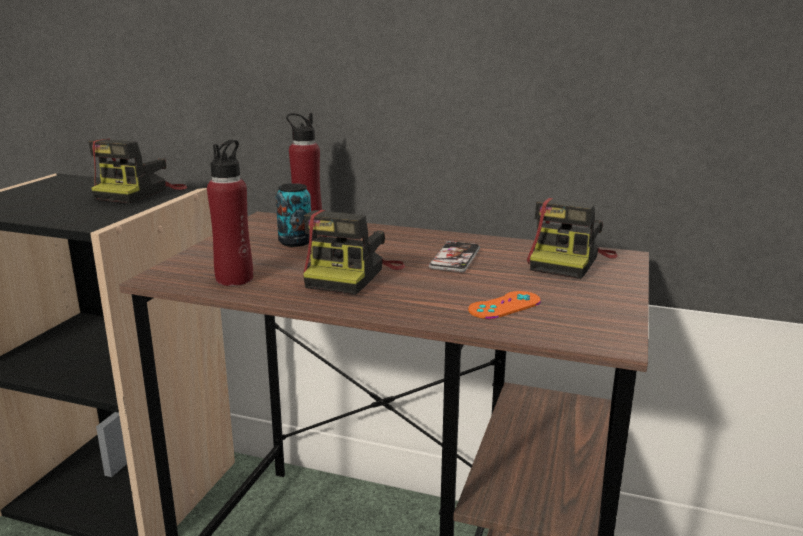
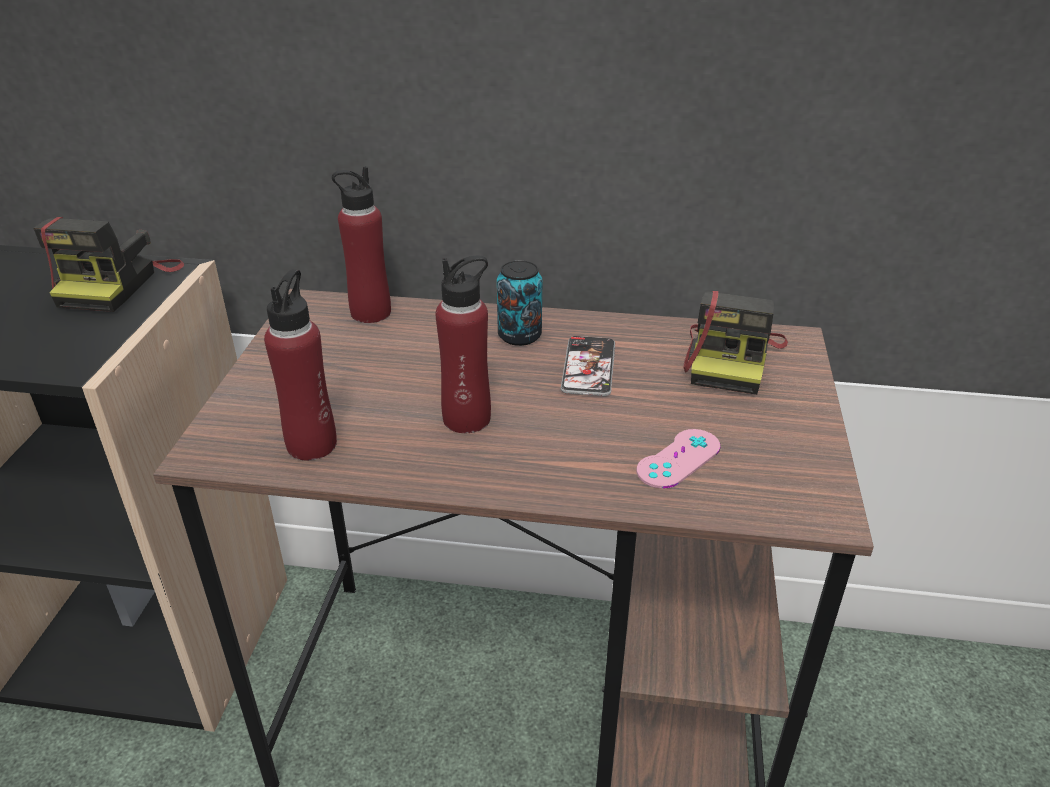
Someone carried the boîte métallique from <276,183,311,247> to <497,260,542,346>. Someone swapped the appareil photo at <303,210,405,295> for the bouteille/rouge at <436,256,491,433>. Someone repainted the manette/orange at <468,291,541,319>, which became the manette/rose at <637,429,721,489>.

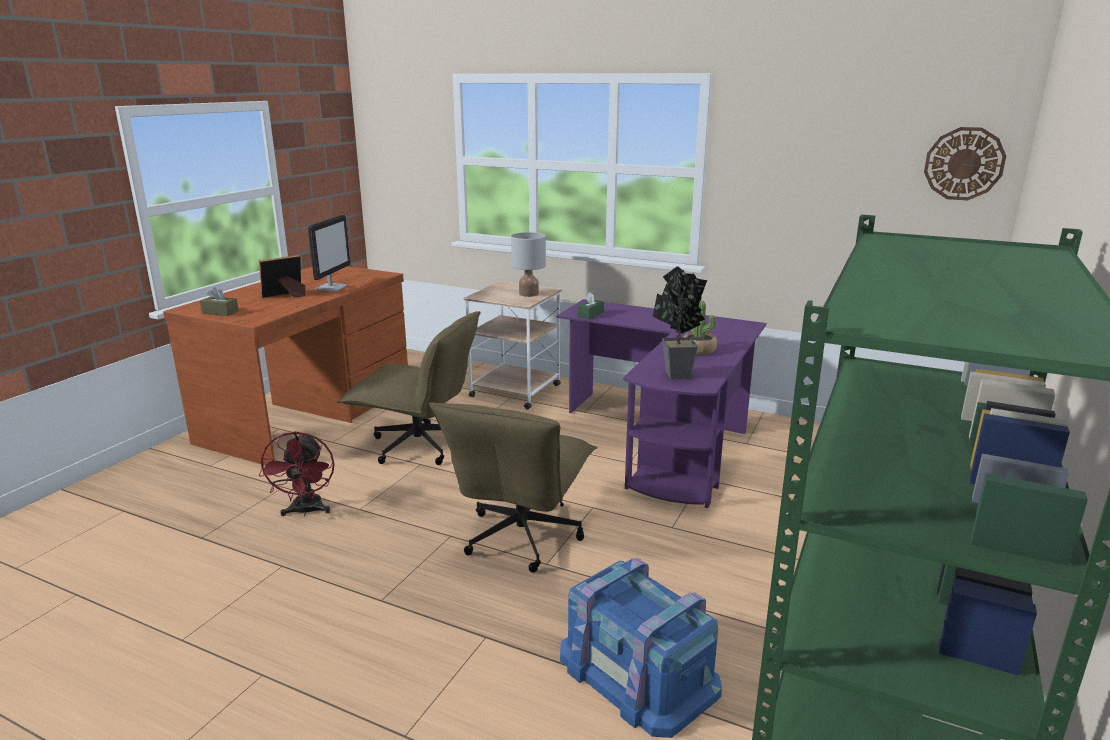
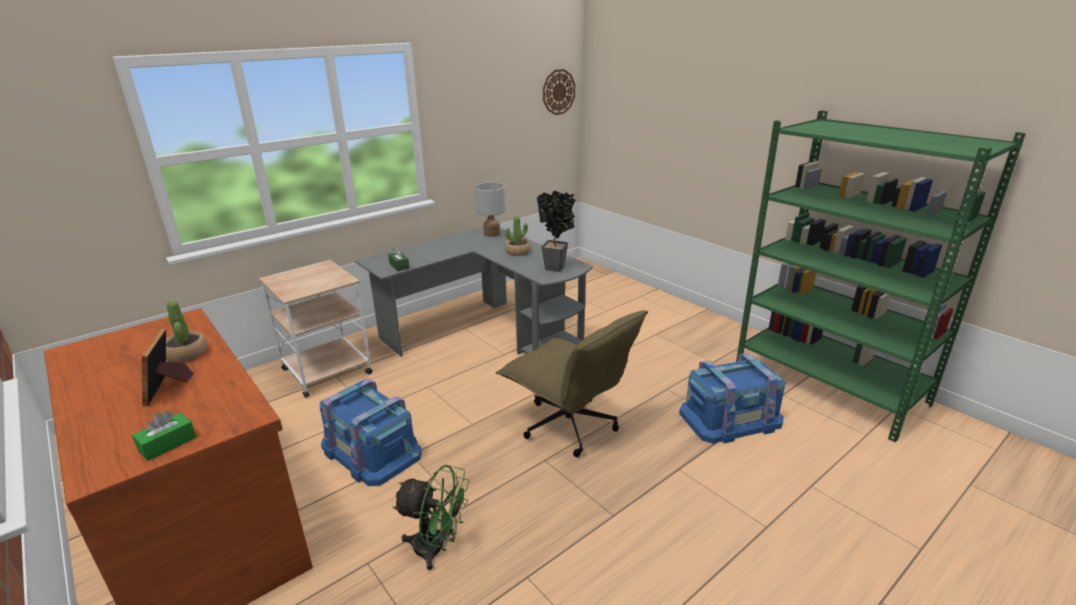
Someone swapped the écran d'ordinateur at <308,215,350,292> for the plante en pot at <166,300,208,362>. Someone carried the lampe de table/gris from <511,232,546,297> to <475,182,505,237>. Someone repainted the boîte à mouchoirs/marron at <200,287,239,316>, which became the boîte à mouchoirs/vert at <132,411,196,461>. Someone repainted the bureau/violet at <556,299,767,508>, which became the bureau/gris at <355,227,593,357>. Someone swapped the chaise de bureau/beige at <337,311,481,465> for the boîte de rangement/bleu at <320,379,422,486>. Someone repainted the ventilateur/rouge at <259,431,334,516>, which became the ventilateur/vert at <393,465,469,570>.

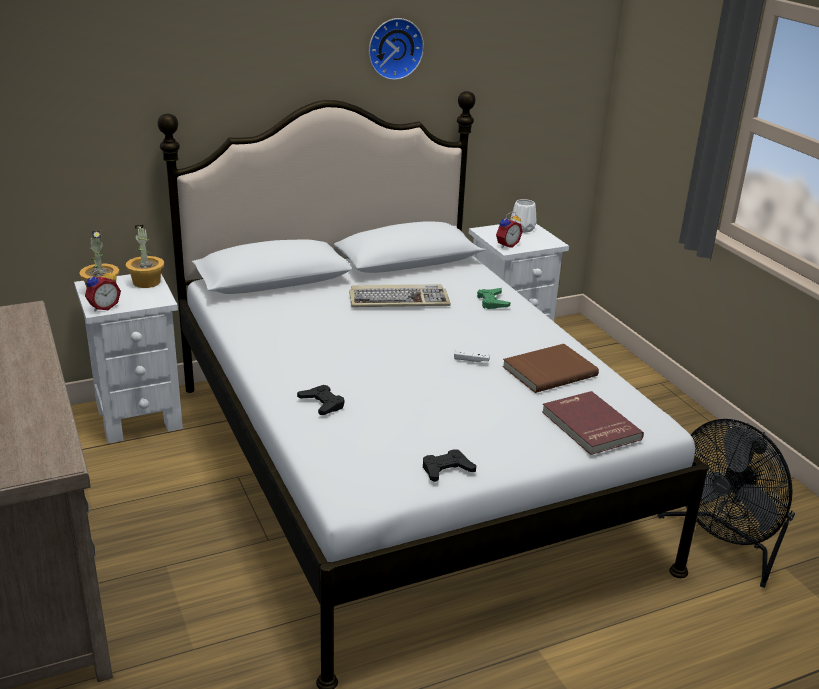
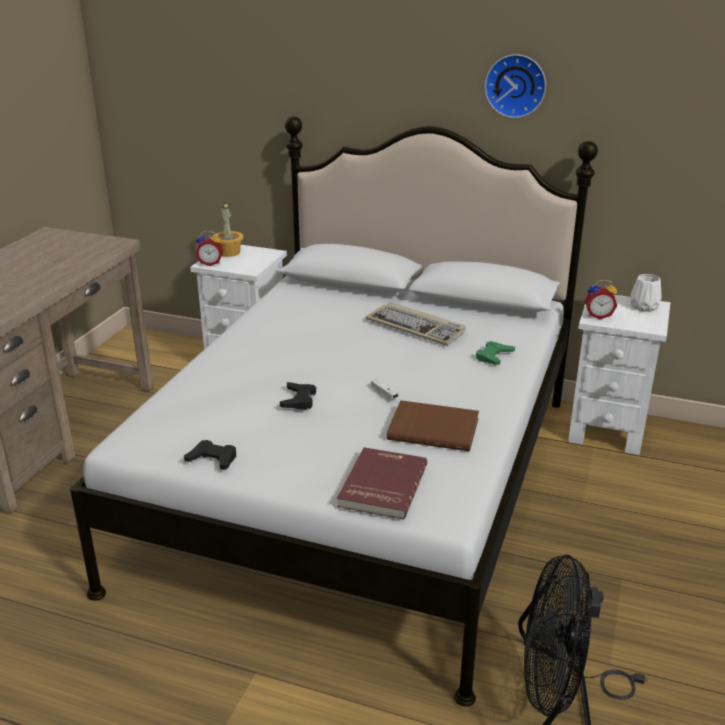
Someone took away the plante en pot at <126,225,164,288>. Someone carried the manette/noir from <297,385,344,415> to <280,382,316,410>.

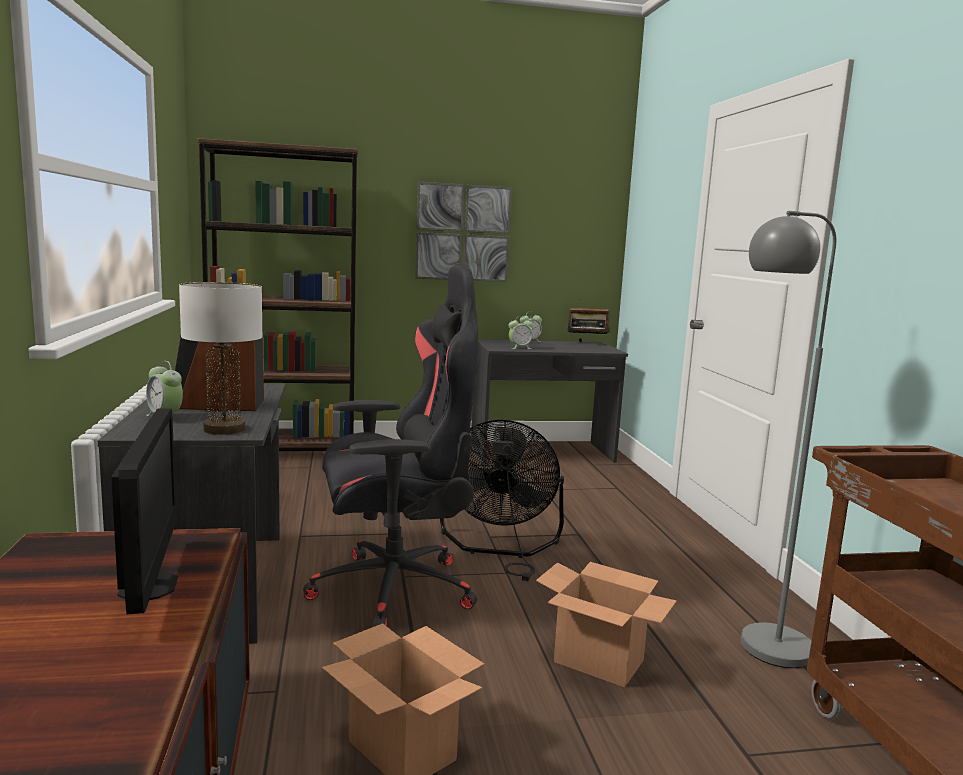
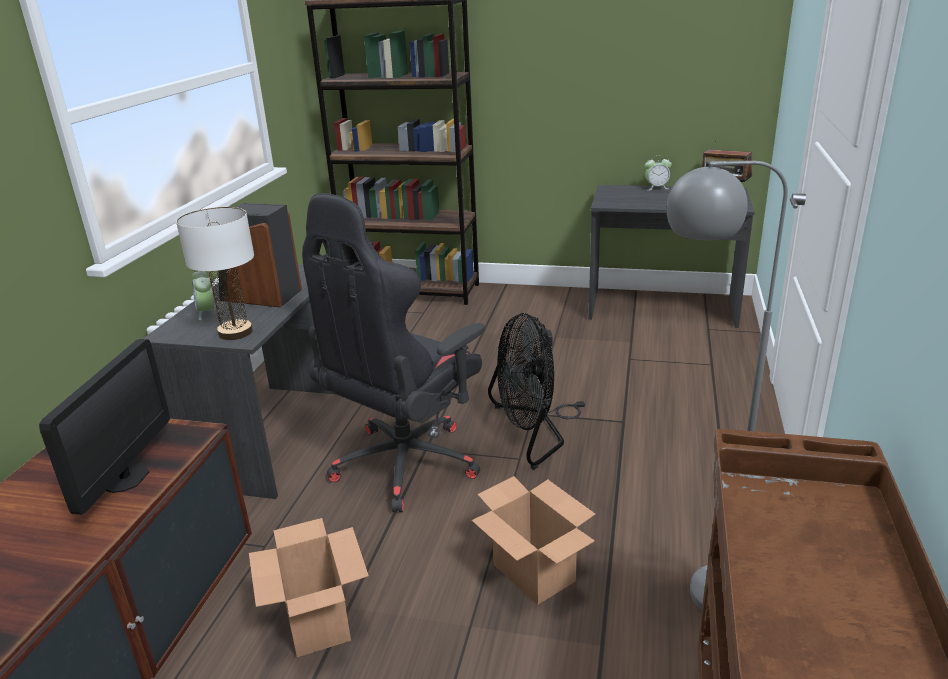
Someone took away the tableau at <415,182,512,282>. Someone rotated the chaise de bureau/noir at <303,263,478,627> by 120 degrees clockwise. Someone took away the réveil at <508,316,533,349>. Someone rotated the ventilateur/noir at <440,420,564,581> by 135 degrees counterclockwise.

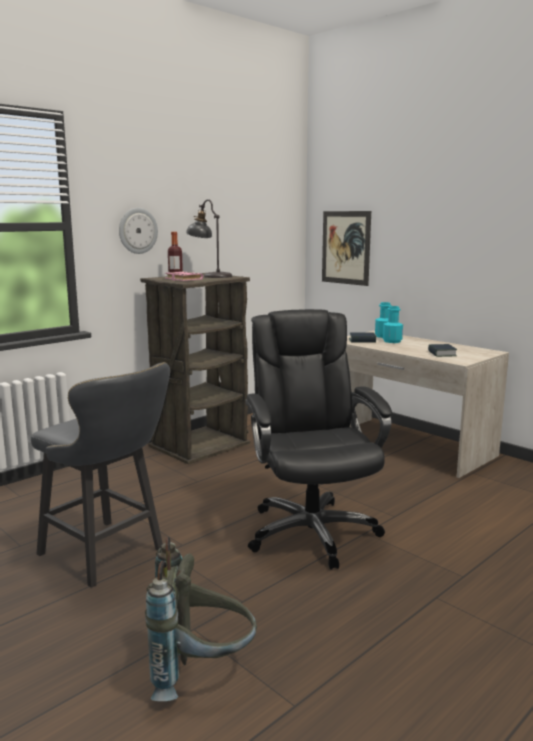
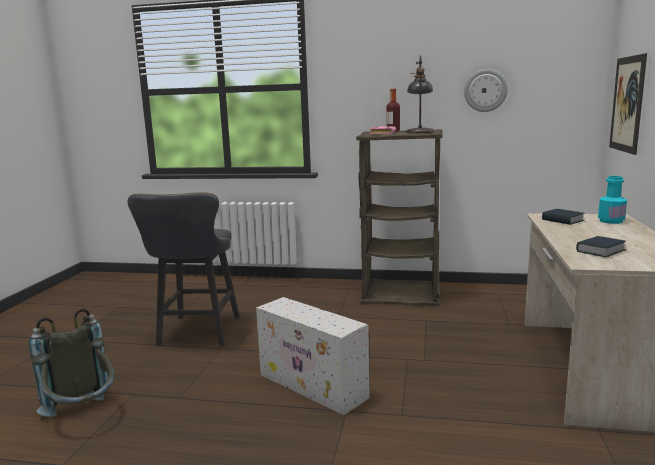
Someone carried the horloge murale from <119,208,158,254> to <464,69,508,112>. Someone took away the bouteille/turquoise at <383,306,403,343>. Someone swapped the chaise de bureau/noir at <245,309,392,570> for the boîte de rangement/blanc at <256,297,370,415>.

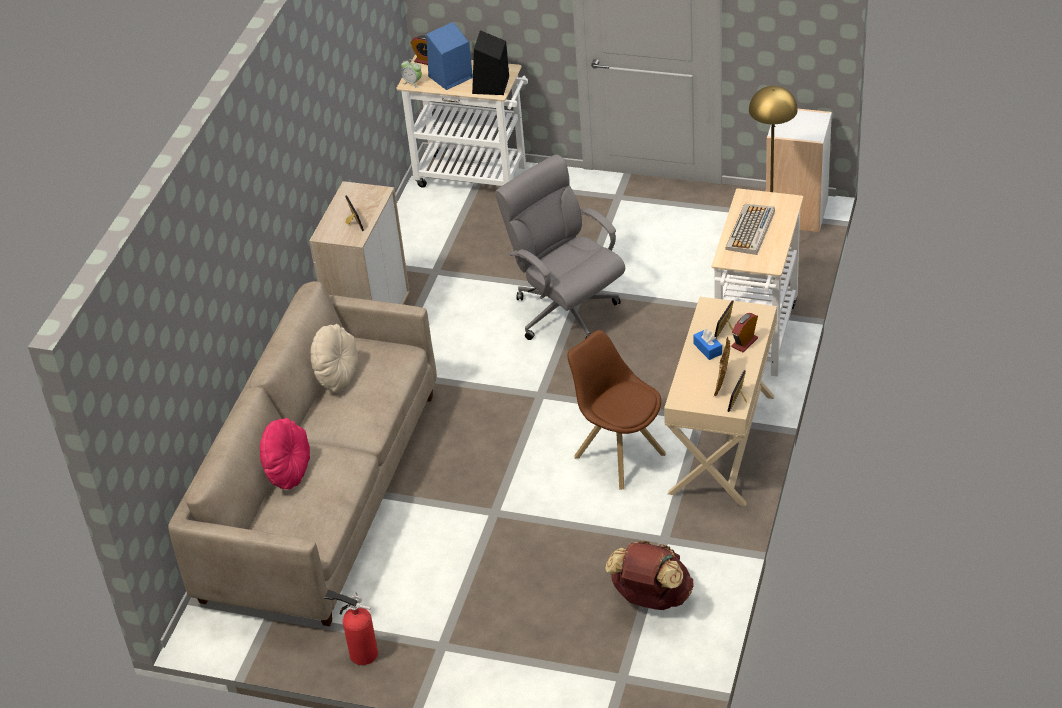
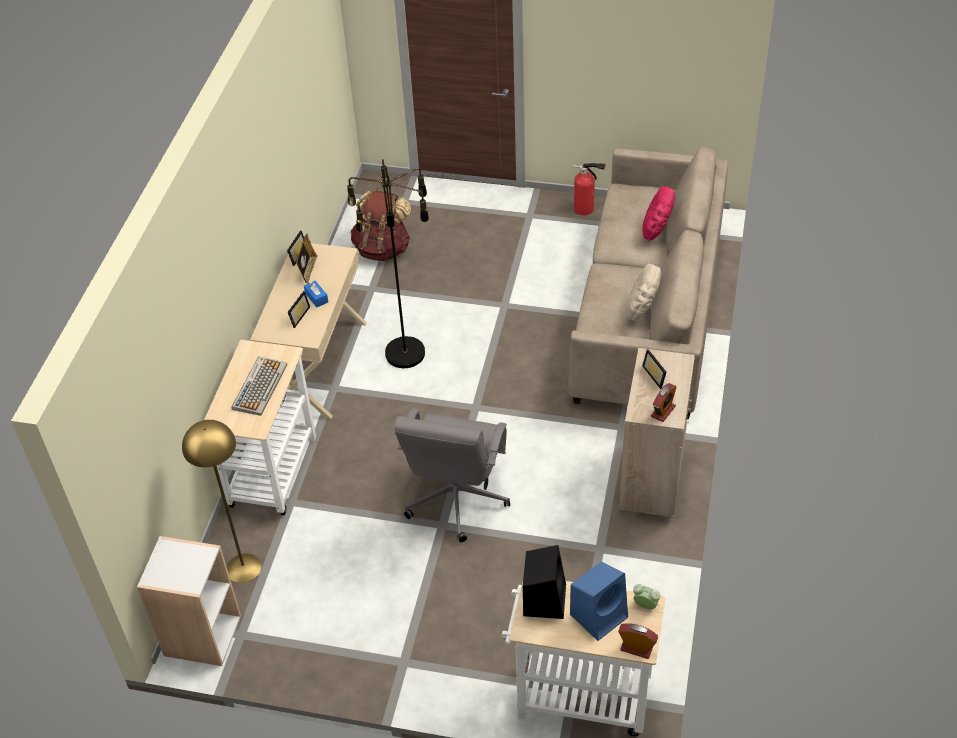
Someone rotated the chaise de bureau/gris at <495,155,625,340> by 60 degrees clockwise. Someone carried the réveil from <732,313,758,352> to <651,383,677,422>. Someone swapped the chaise/marron at <567,330,666,490> for the lampadaire at <347,159,429,368>.

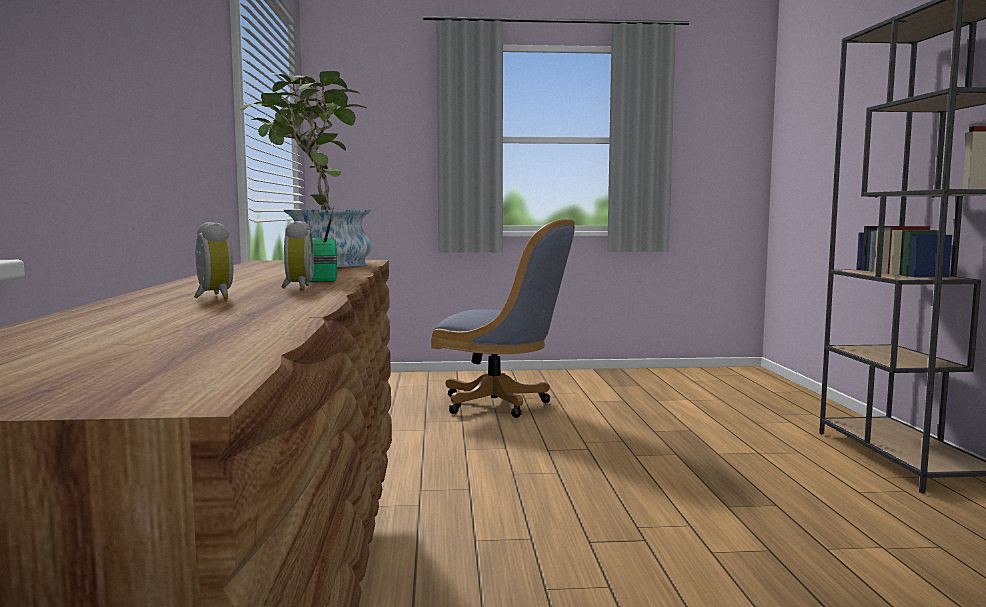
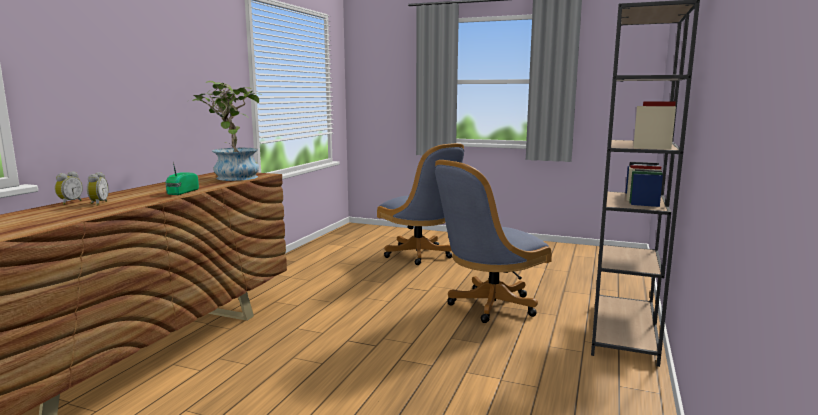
Someone carried the réveil from <281,221,314,290> to <55,171,83,205>. Someone put down the chaise de bureau/bleu at <435,160,552,323>.

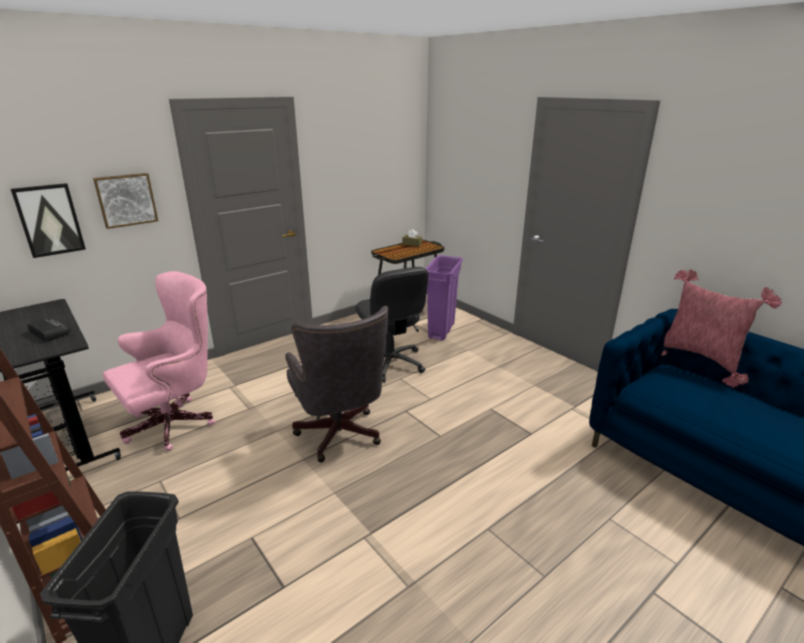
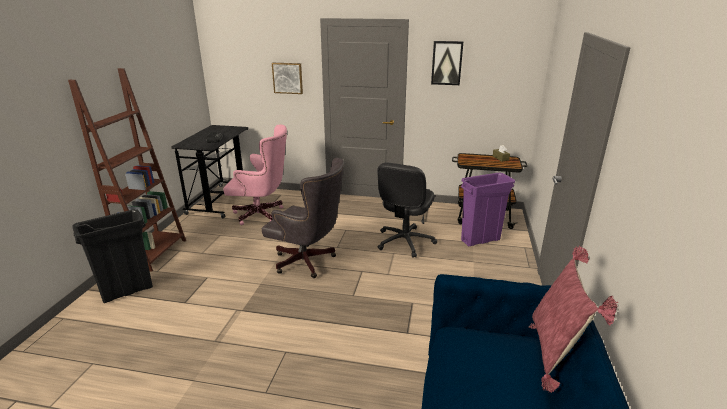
Someone carried the tableau from <11,183,86,258> to <431,41,463,85>. Someone rotated the chaise de bureau/gris at <285,306,389,463> by 90 degrees counterclockwise.

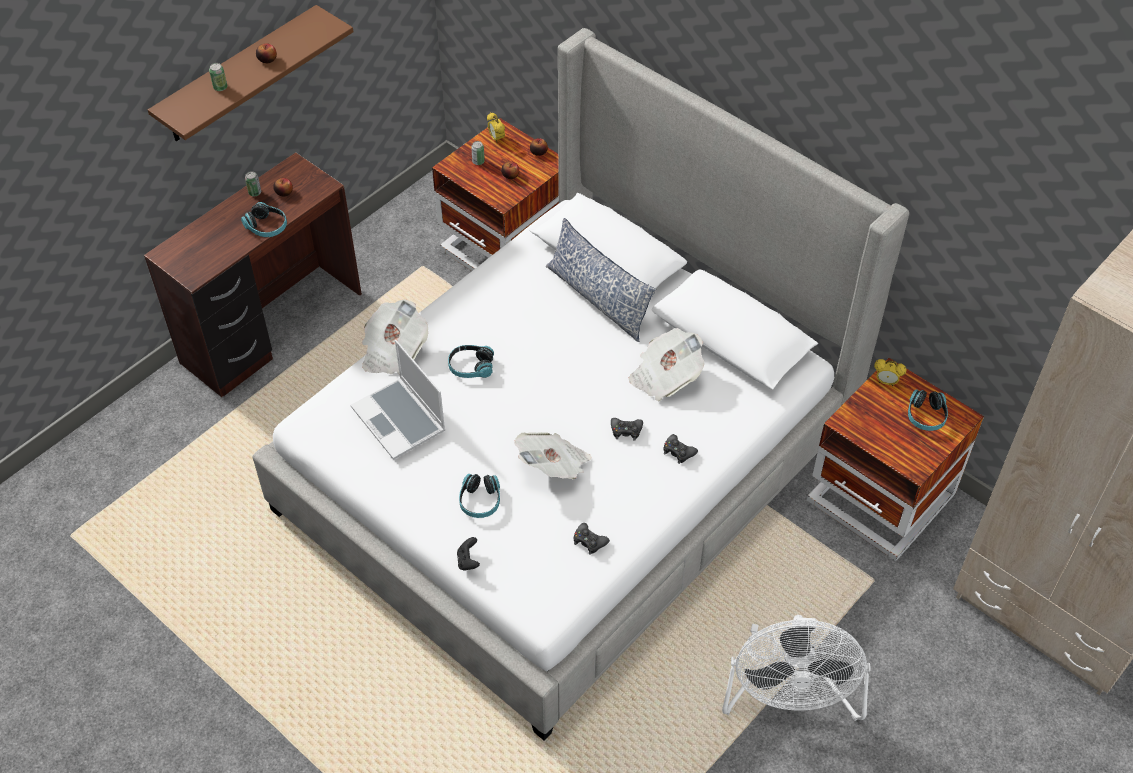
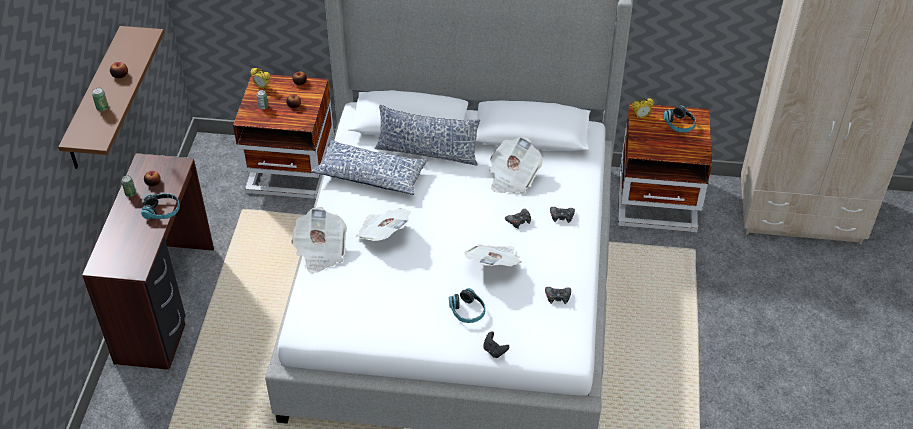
Someone took away the ordinateur portable at <351,340,446,460>. Someone swapped the casque audio at <448,345,494,378> for the journal at <356,208,411,241>. Someone took away the ventilateur/blanc at <722,615,871,721>. Someone put down the coussin at <311,140,428,195>.

